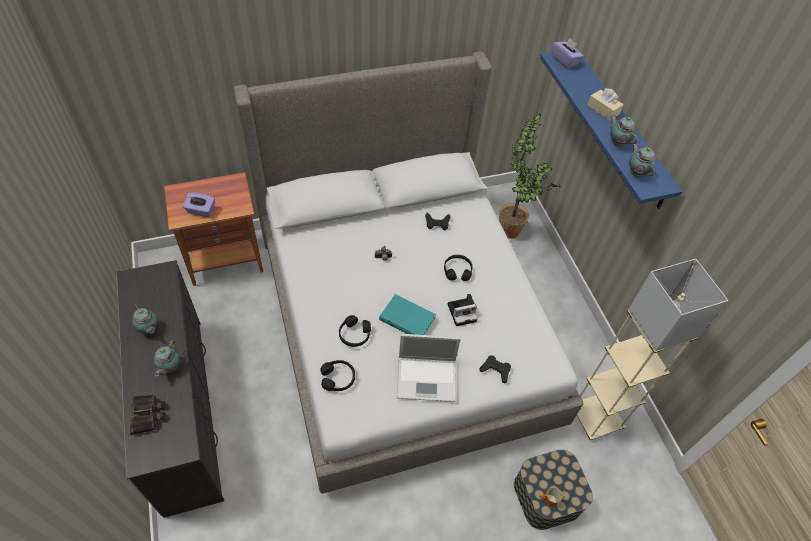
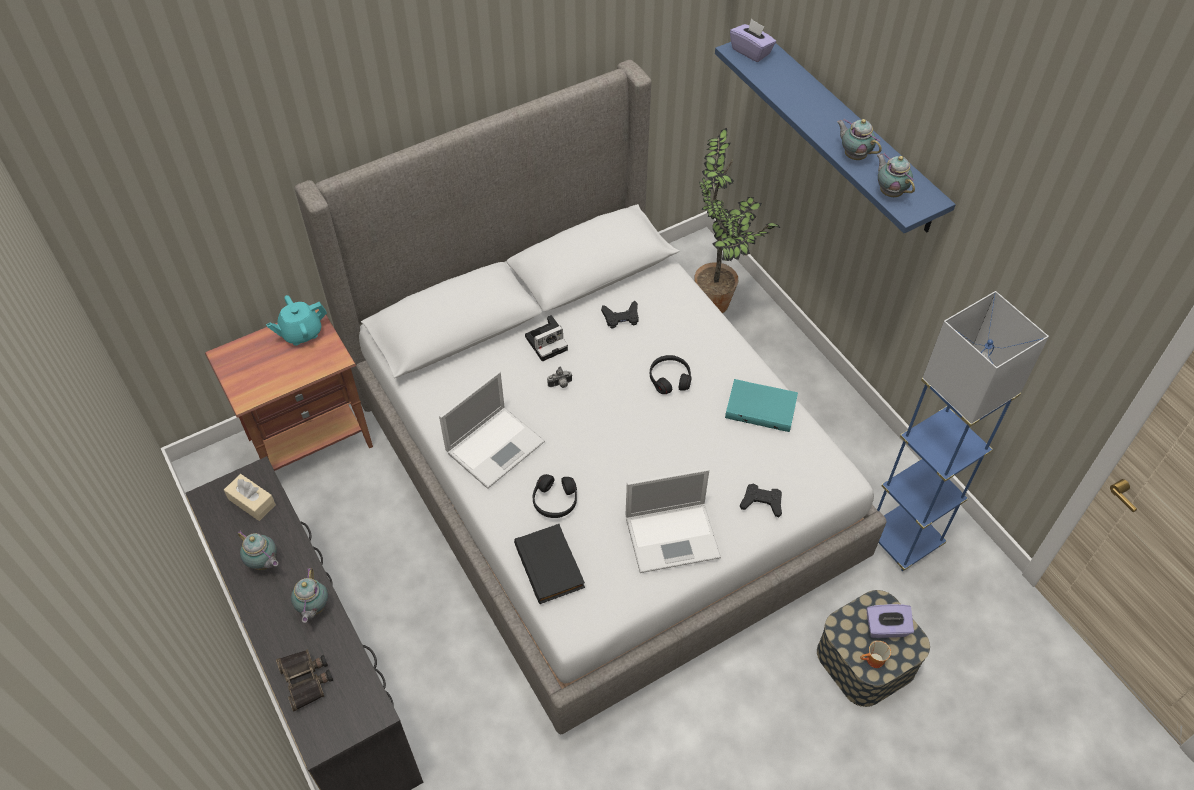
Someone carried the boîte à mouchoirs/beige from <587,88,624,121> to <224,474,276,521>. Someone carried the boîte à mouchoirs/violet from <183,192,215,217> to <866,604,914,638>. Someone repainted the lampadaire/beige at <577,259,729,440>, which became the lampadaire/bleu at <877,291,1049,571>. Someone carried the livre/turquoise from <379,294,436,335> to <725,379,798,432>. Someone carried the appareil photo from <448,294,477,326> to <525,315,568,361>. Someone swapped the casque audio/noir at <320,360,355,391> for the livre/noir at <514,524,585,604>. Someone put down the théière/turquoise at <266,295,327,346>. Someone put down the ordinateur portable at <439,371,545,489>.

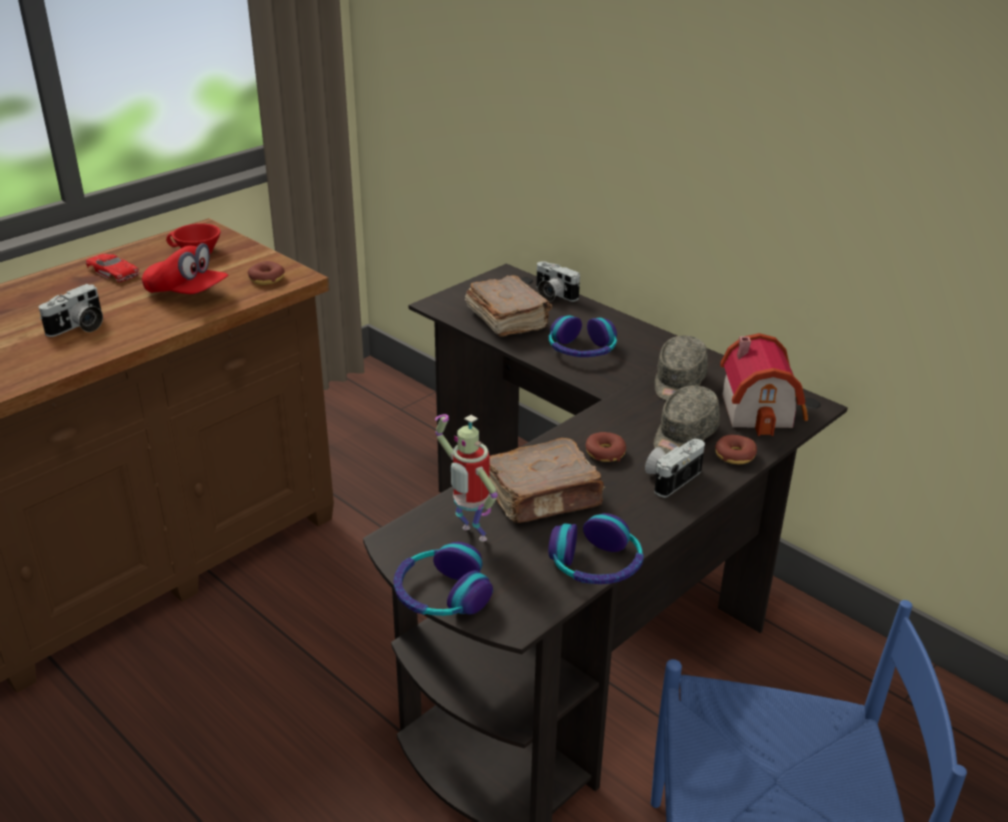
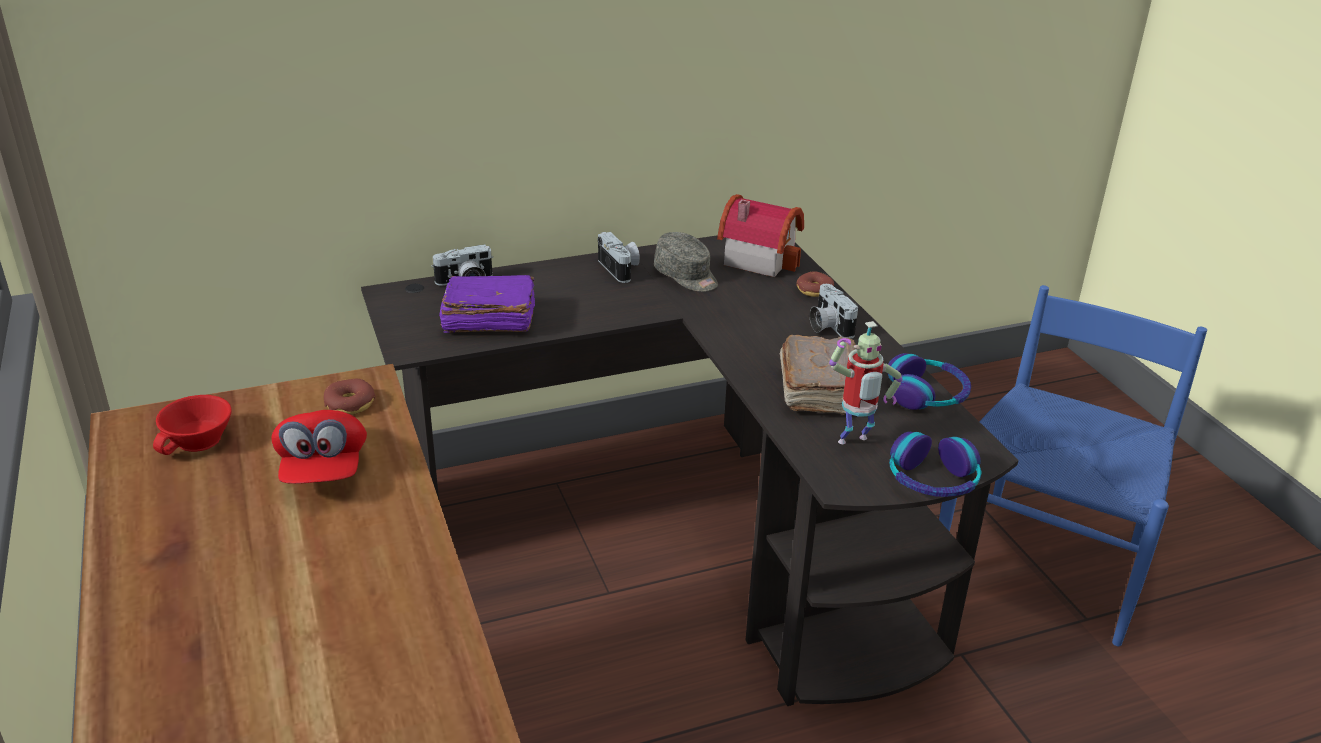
Someone rotated the casquette/rouge at <142,243,228,294> by 120 degrees clockwise. Someone took away the petite voiture/rouge at <86,254,139,283>. Someone repainted the livre/marron at <465,275,552,337>, which became the livre/violet at <439,275,535,333>. Someone carried the appareil photo from <39,284,103,337> to <597,232,640,283>. Someone took away the casque audio at <549,315,617,357>. Someone took away the casquette/gris at <654,386,720,454>. Someone took away the beignet at <586,432,626,462>.

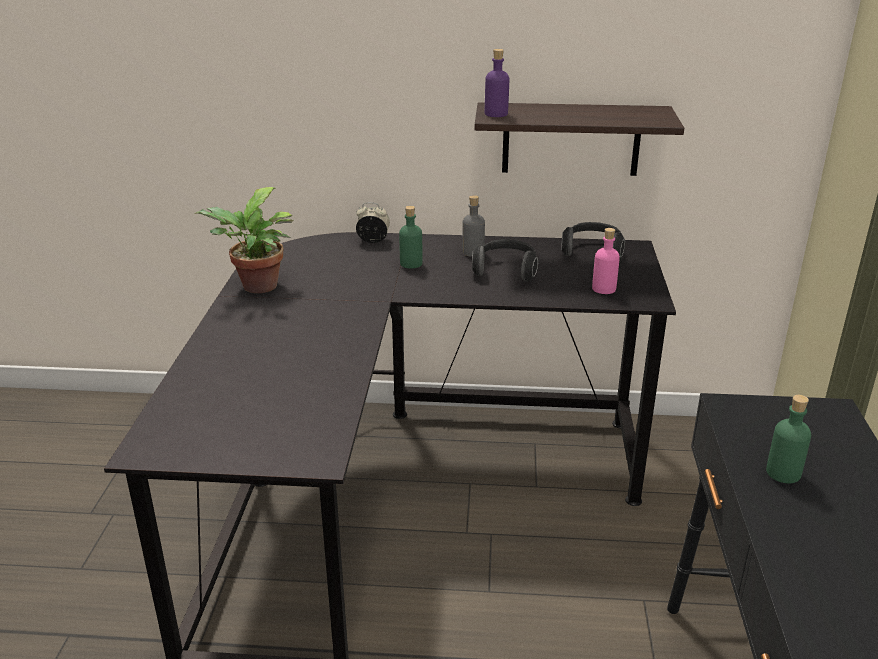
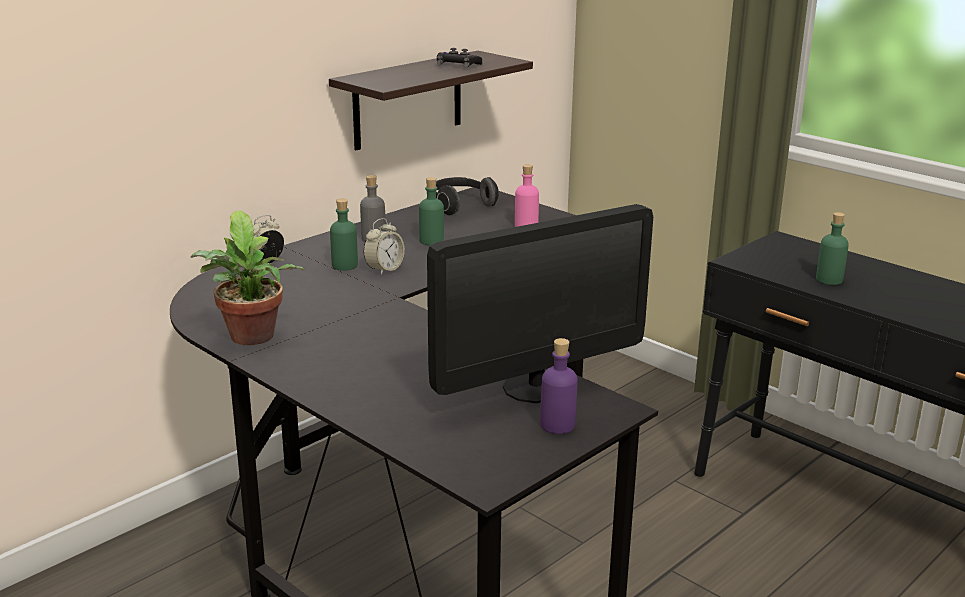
Someone carried the bouteille/violet from <485,49,509,117> to <540,338,578,434>. Someone swapped the casque audio at <472,239,538,281> for the bouteille/vert at <419,177,444,245>. Someone put down the manette/noir at <437,48,482,68>. Someone put down the écran d'ordinateur at <427,204,653,403>. Someone put down the réveil at <363,218,405,275>.

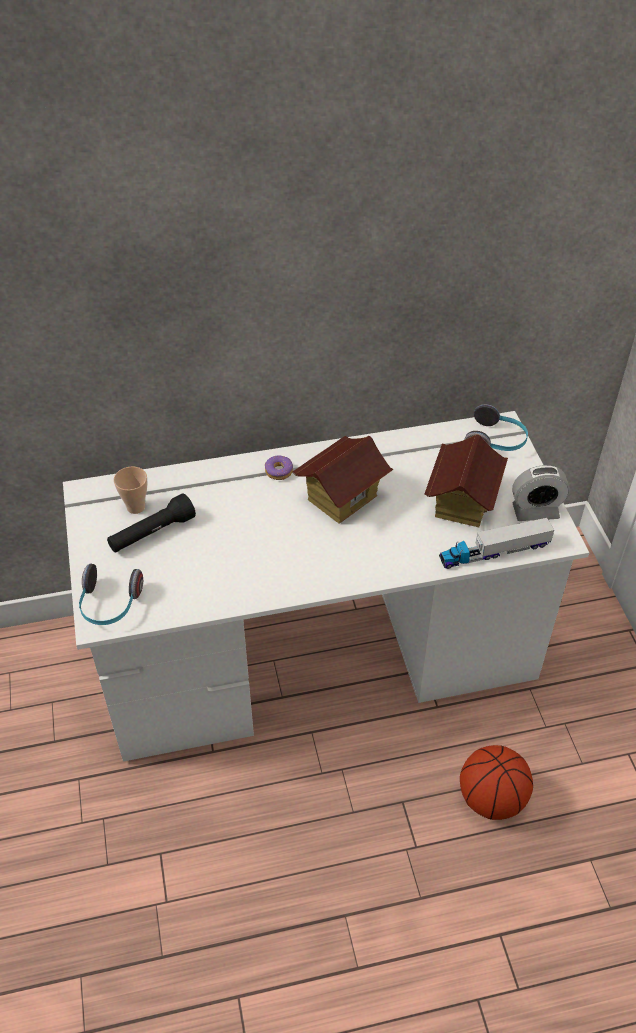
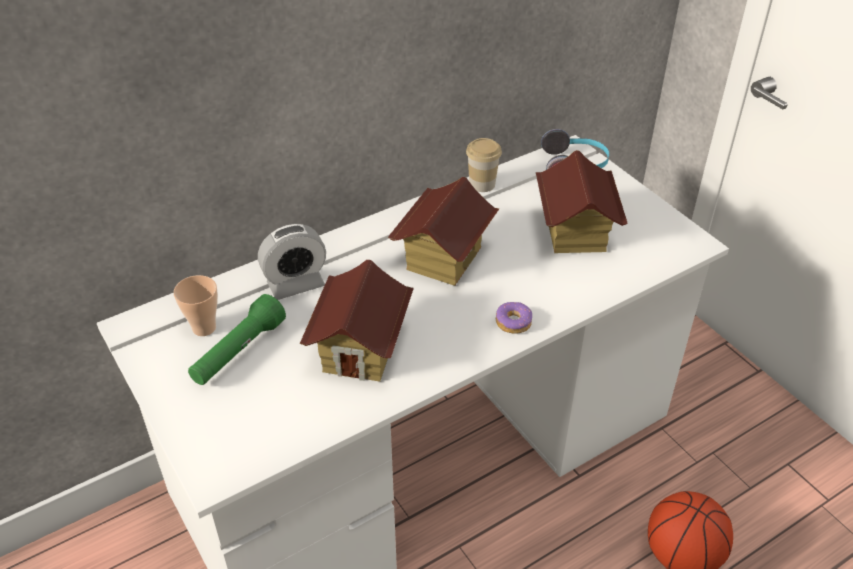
Someone carried the beignet from <265,455,293,480> to <496,302,532,334>. Someone carried the réveil from <512,465,570,521> to <258,224,326,300>. Someone repainted the lampe de poche/noir at <107,493,196,552>, which became the lampe de poche/vert at <188,294,286,385>. Someone took away the camion jouet at <439,518,554,569>. Someone took away the casque audio at <79,564,143,625>. Someone put down the tasse at <466,138,502,192>. Someone put down the maison miniature at <300,260,414,382>.

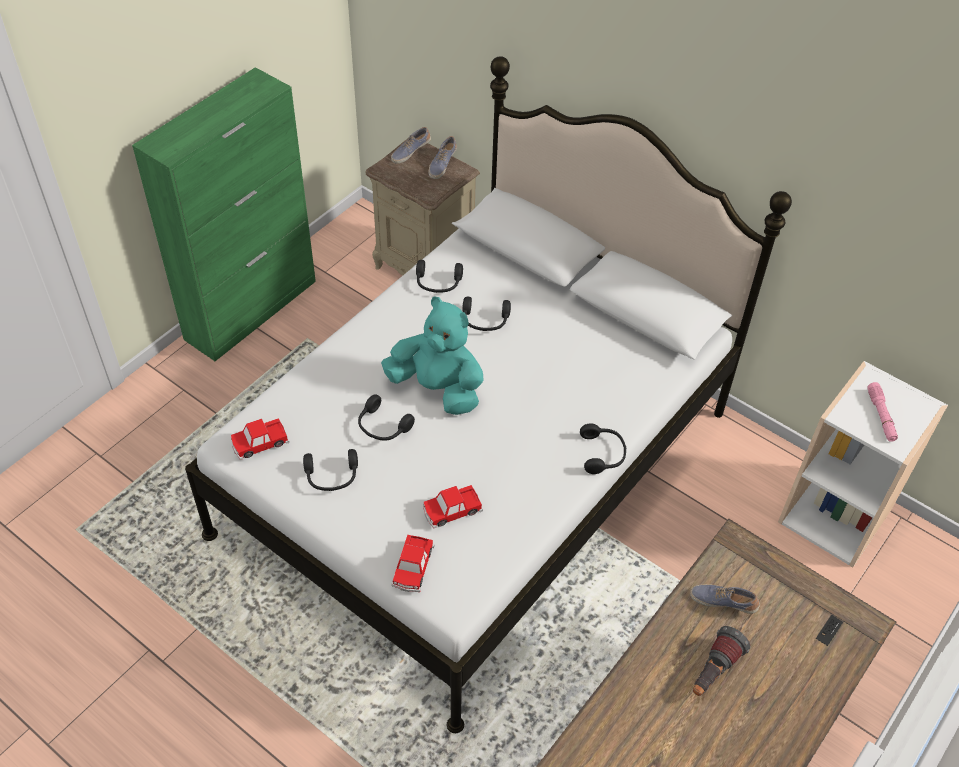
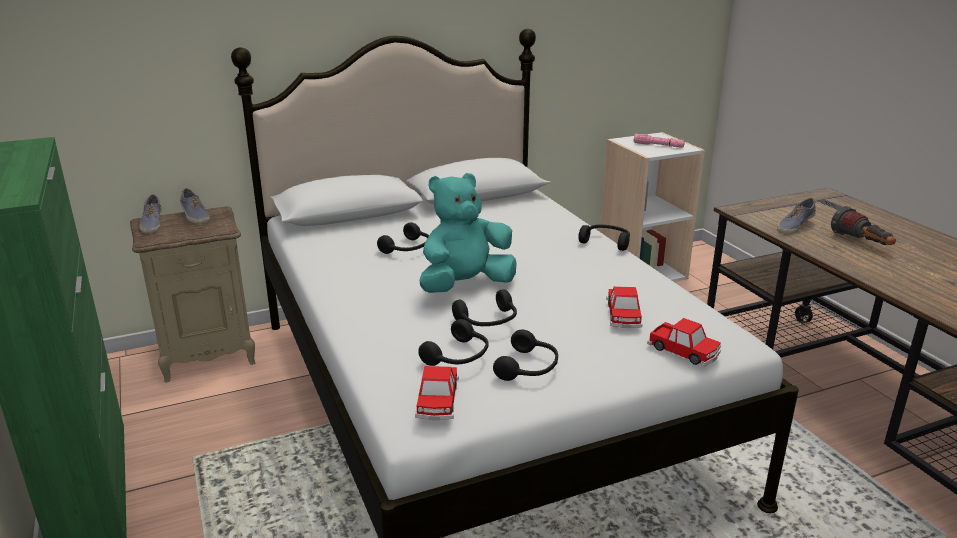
Someone carried the casque audio/noir from <416,260,463,293> to <418,319,489,366>.

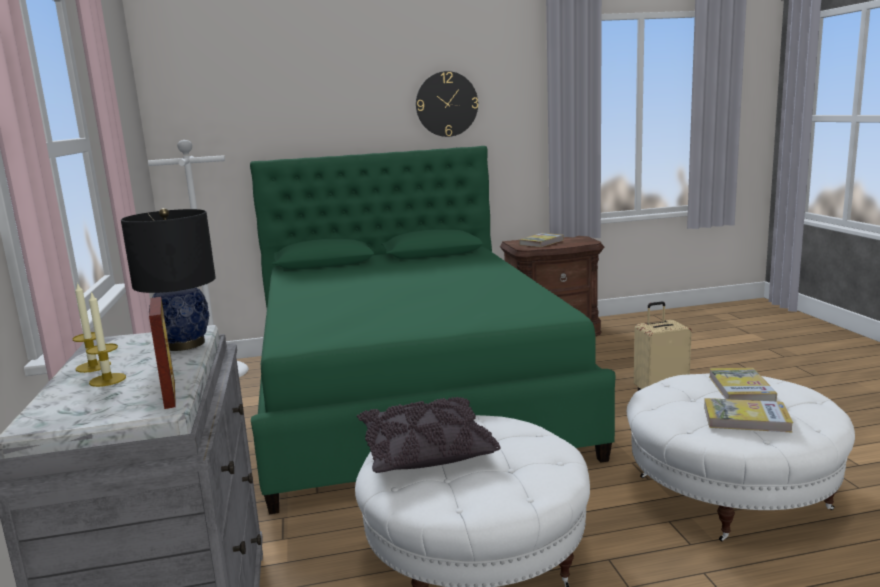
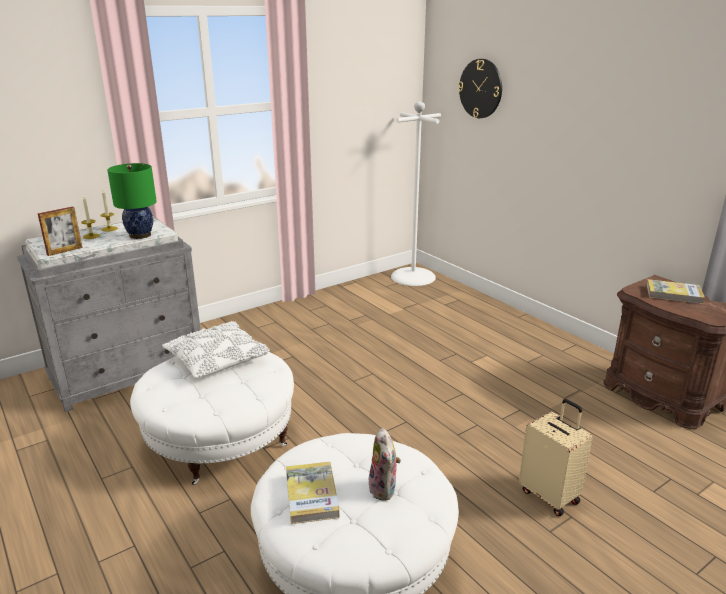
Someone carried the horloge murale from <416,71,478,137> to <458,59,502,118>. Someone took away the lit/vert at <250,146,616,514>. Someone repainted the lampe de table/noir at <121,208,216,351>, which became the lampe de table/vert at <107,163,157,239>. Someone swapped the livre at <709,368,777,401> for the peluche at <369,428,401,501>. Someone repainted the coussin/noir at <357,397,501,473>, which became the coussin/blanc at <162,321,270,378>.

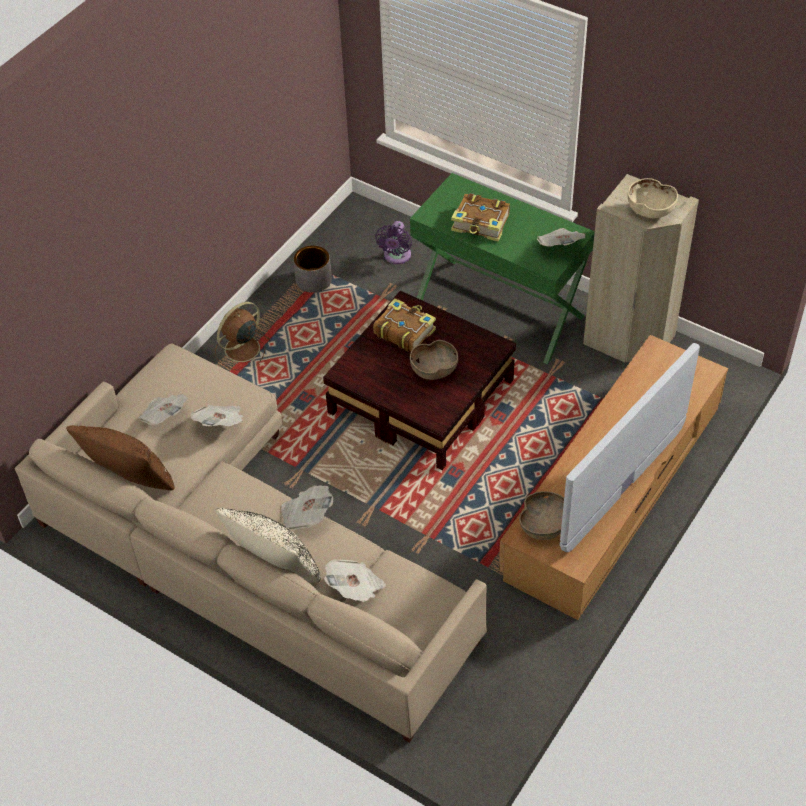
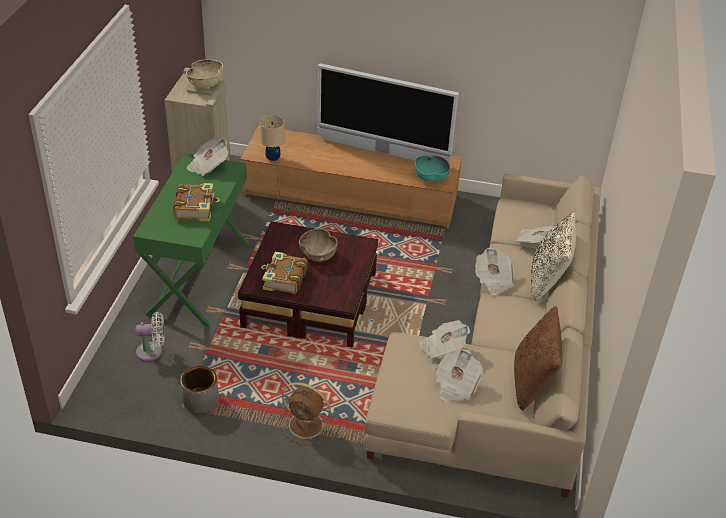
Someone repainted the ventilateur/violet at <375,221,412,264>, which became the ventilateur/blanc at <136,312,164,362>. Someone repainted the bol/marron at <519,491,564,540>, which became the bol/turquoise at <415,155,450,182>. Someone put down the lampe de table/beige at <260,115,285,161>.

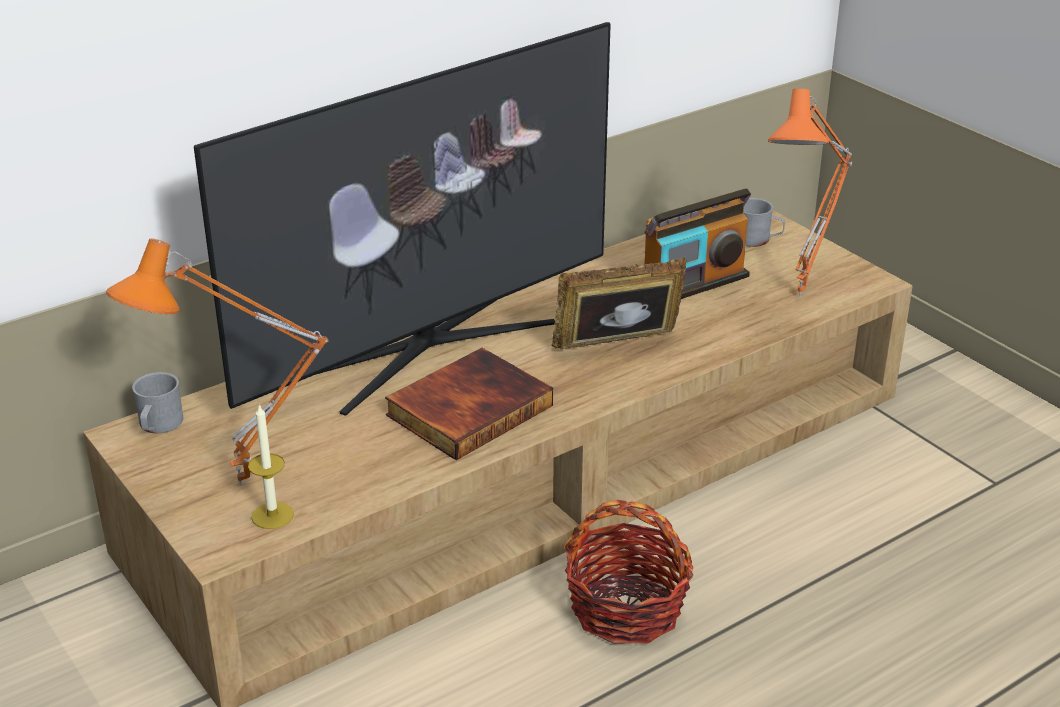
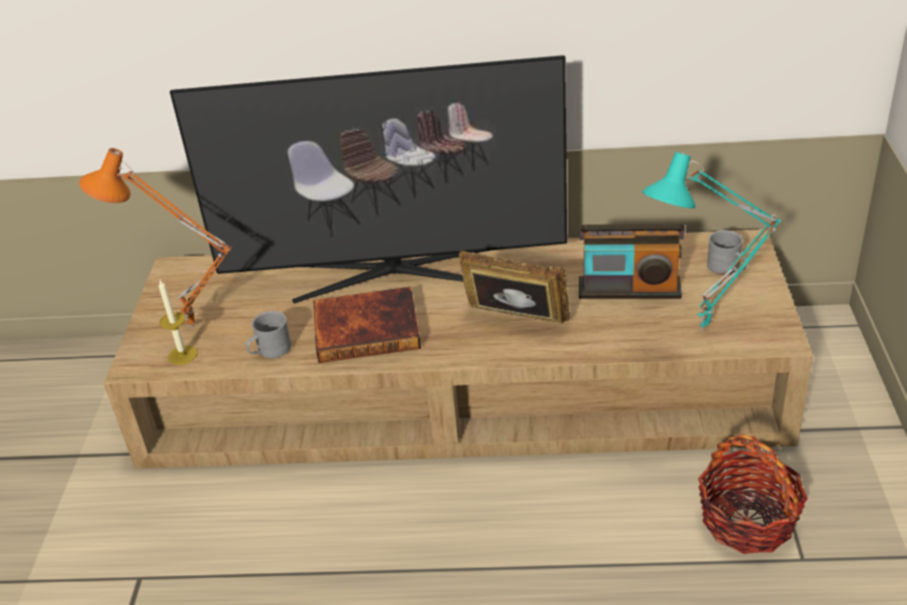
Someone repainted the lampe de table/orange at <768,89,852,297>, which became the lampe de table/turquoise at <642,152,781,331>. Someone carried the mug/gris from <132,372,183,433> to <246,311,291,358>. Someone carried the panier from <564,500,693,644> to <698,434,808,554>.

